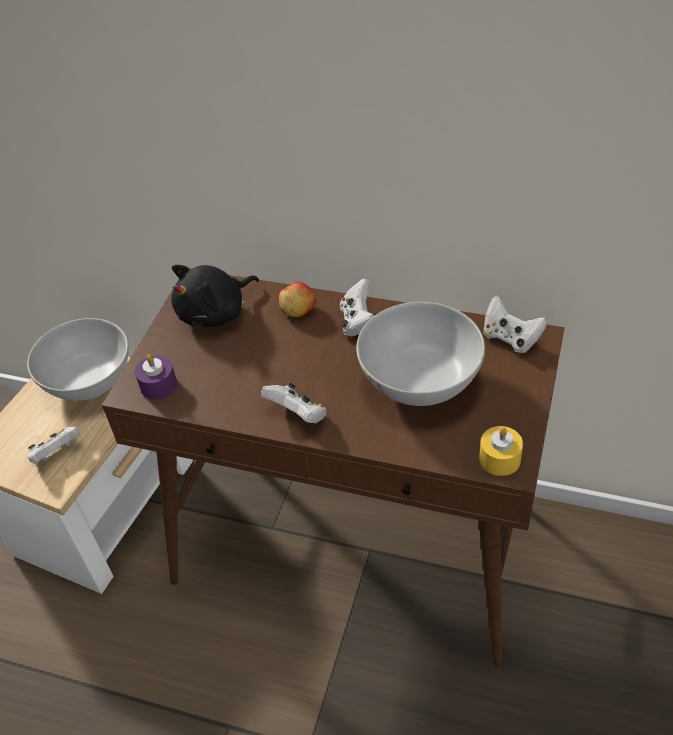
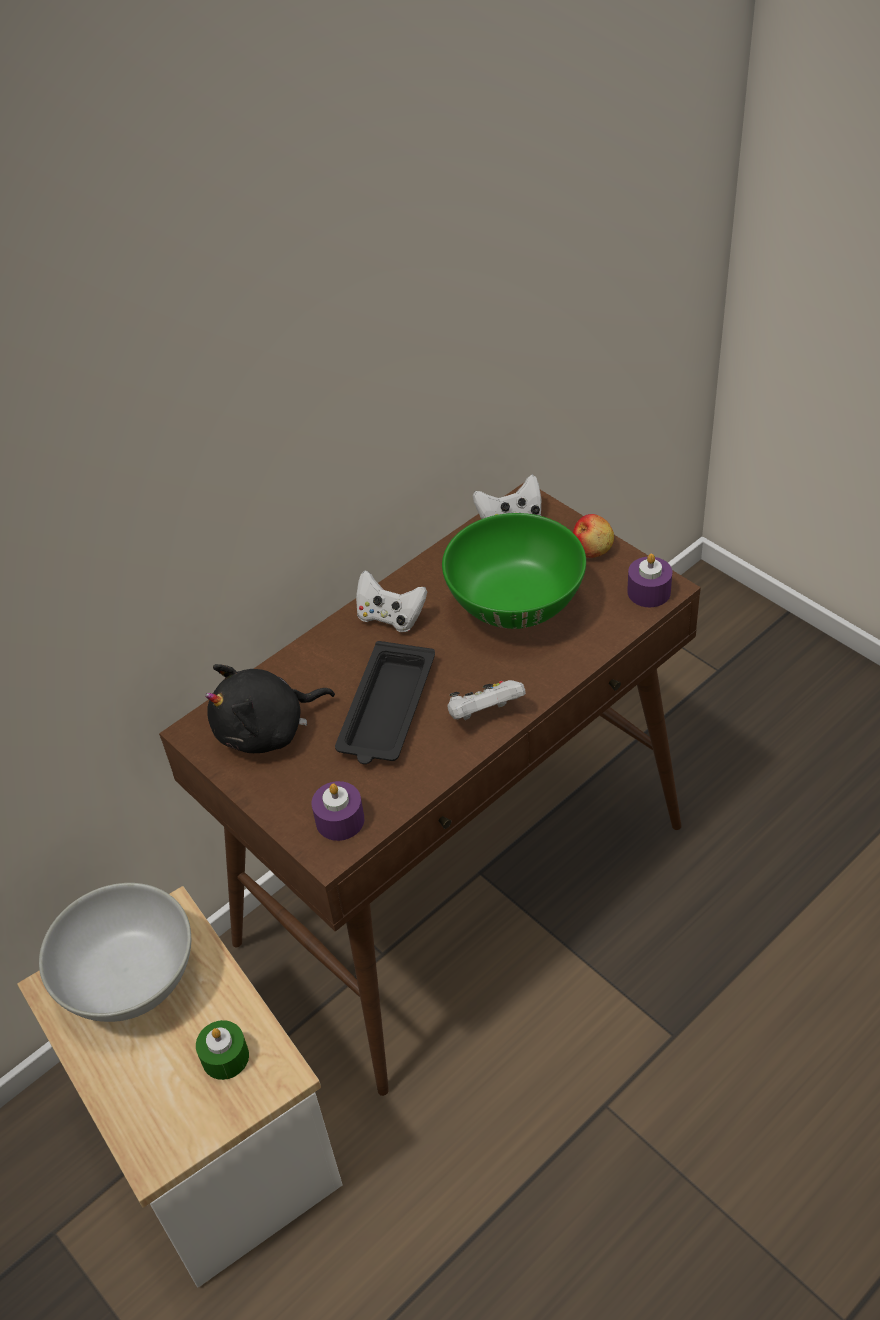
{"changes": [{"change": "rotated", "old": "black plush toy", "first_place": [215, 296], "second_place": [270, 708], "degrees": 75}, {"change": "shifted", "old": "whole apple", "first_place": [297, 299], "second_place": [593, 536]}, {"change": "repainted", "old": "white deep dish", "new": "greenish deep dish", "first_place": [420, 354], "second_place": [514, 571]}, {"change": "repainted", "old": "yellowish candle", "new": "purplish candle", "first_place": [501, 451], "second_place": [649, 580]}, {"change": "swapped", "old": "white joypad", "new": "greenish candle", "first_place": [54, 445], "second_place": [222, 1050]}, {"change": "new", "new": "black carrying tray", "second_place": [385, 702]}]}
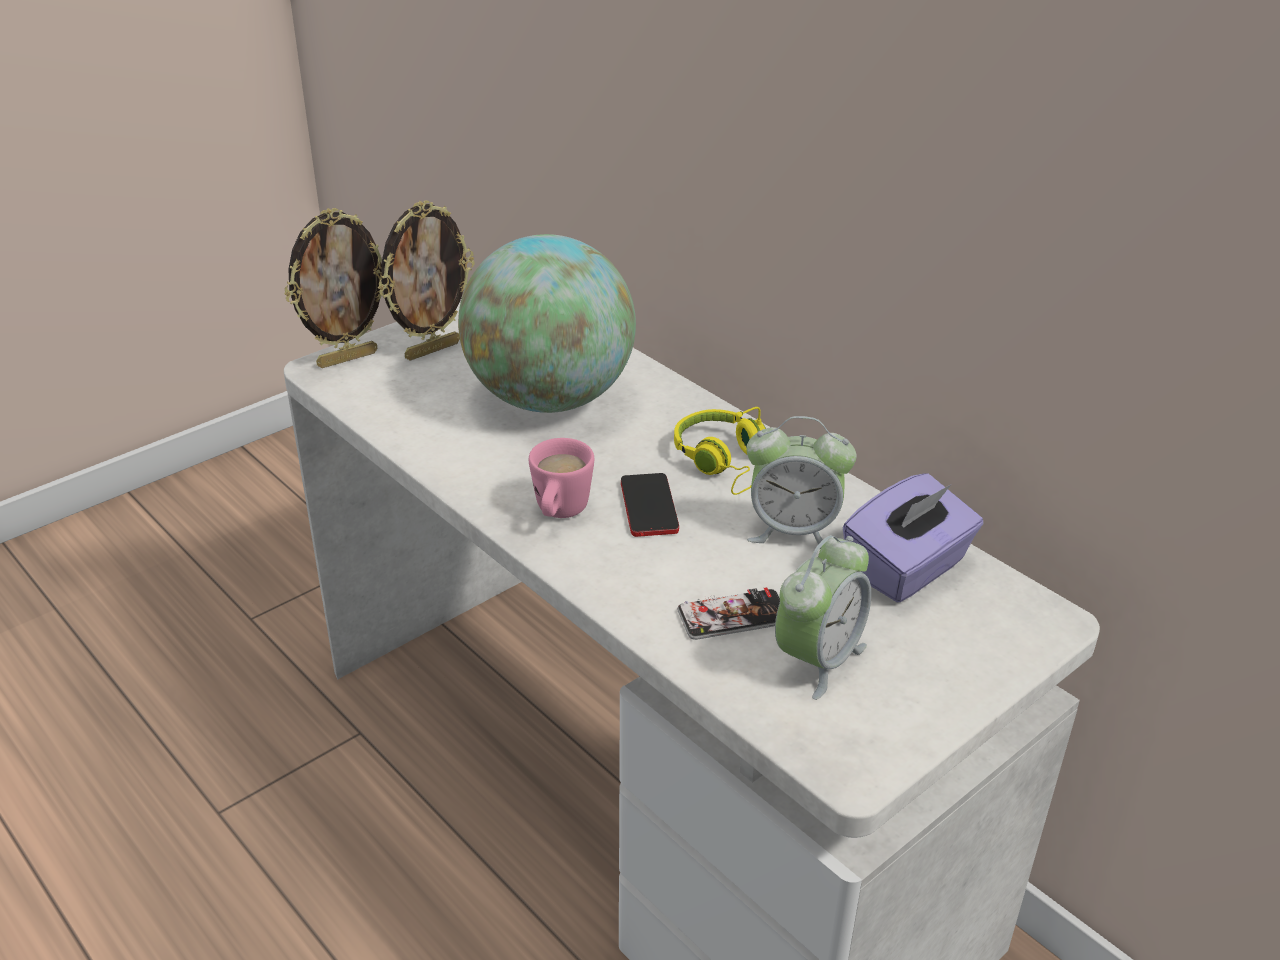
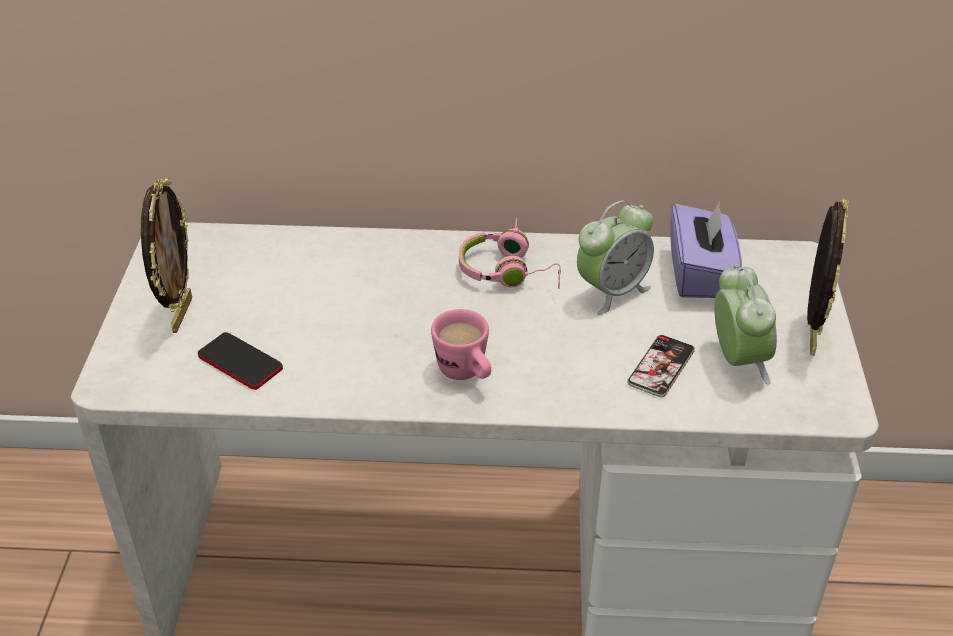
{"changes": [{"change": "shifted", "old": "picture frame", "first_place": [334, 288], "second_place": [828, 277]}, {"change": "gone", "old": "desk globe", "first_place": [547, 323]}, {"change": "repainted", "old": "yellowish headphones", "new": "pink headphones", "first_place": [720, 451], "second_place": [510, 253]}, {"change": "shifted", "old": "phone", "first_place": [650, 505], "second_place": [240, 361]}]}
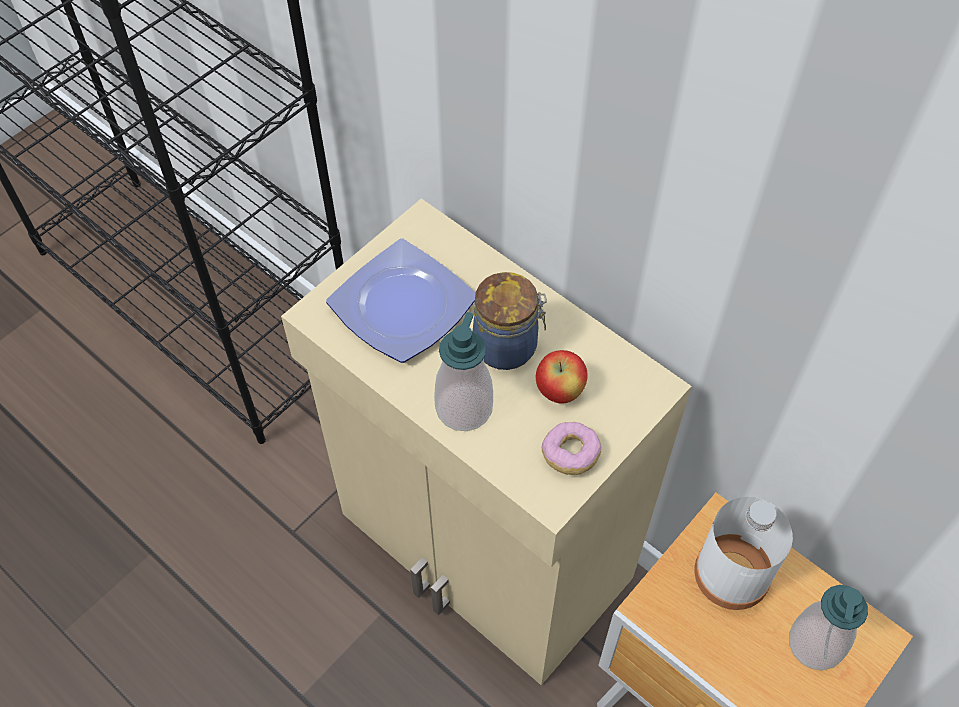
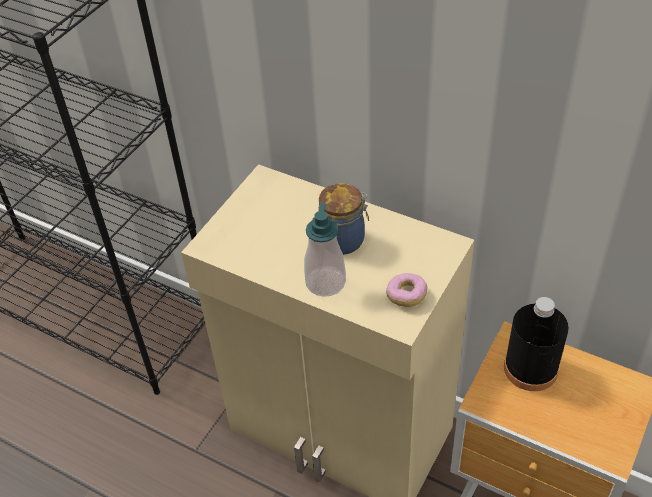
{"changes": [{"change": "gone", "old": "dinner plate", "first_place": [401, 300]}, {"change": "gone", "old": "whole apple", "first_place": [562, 377]}, {"change": "repainted", "old": "white beverage bottle", "new": "black beverage bottle", "first_place": [743, 553], "second_place": [536, 344]}, {"change": "gone", "old": "liquid soap bottle", "first_place": [828, 628]}]}
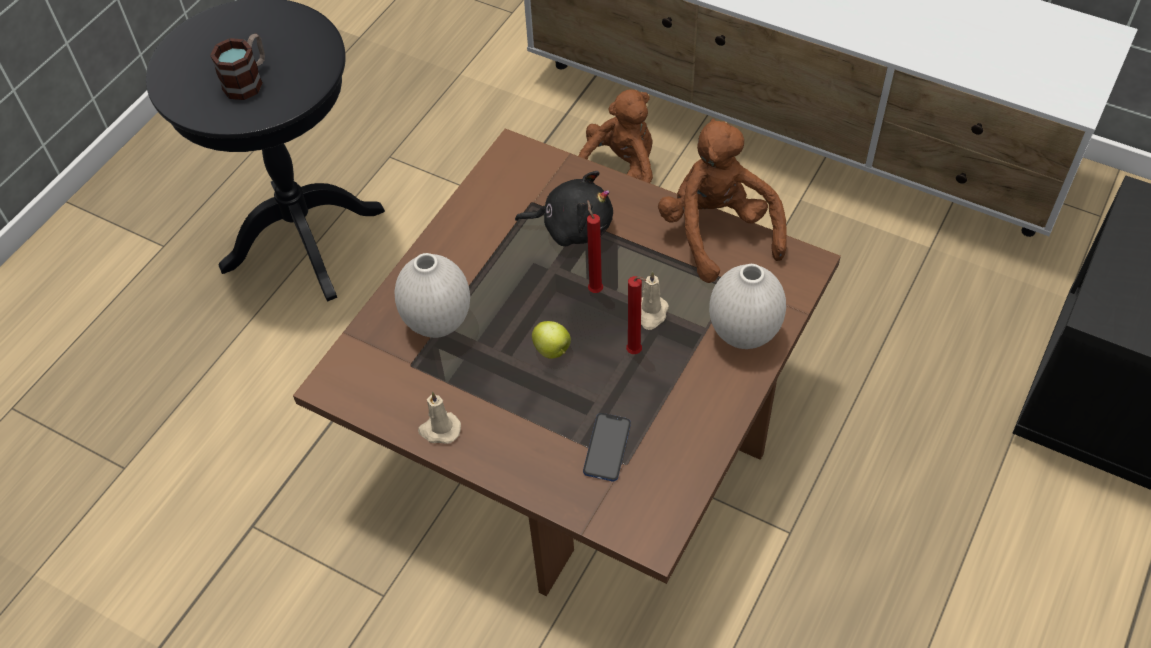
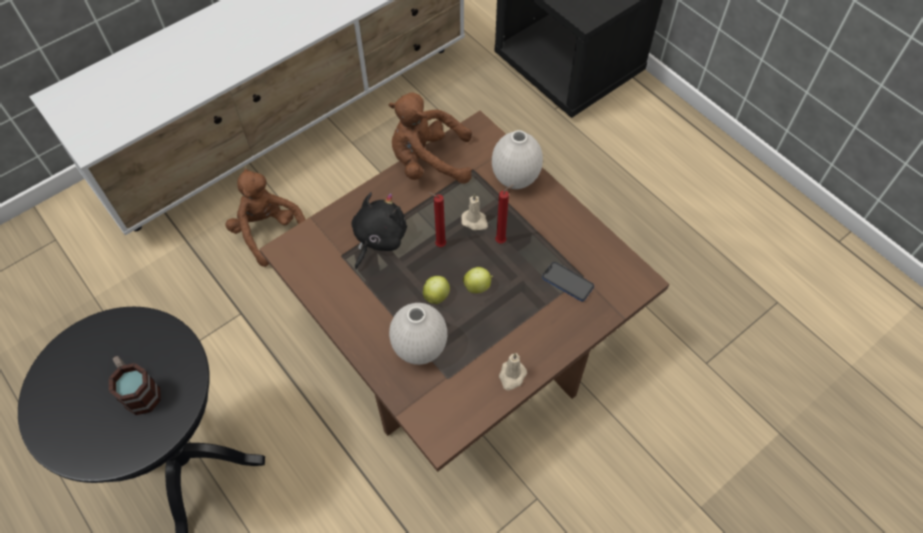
{"changes": [{"change": "new", "new": "whole apple", "second_place": [436, 290]}]}
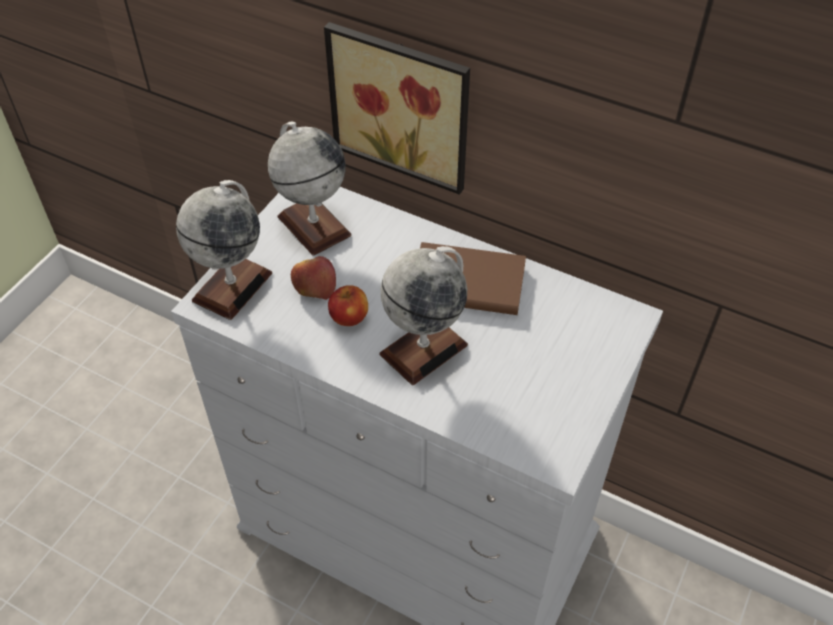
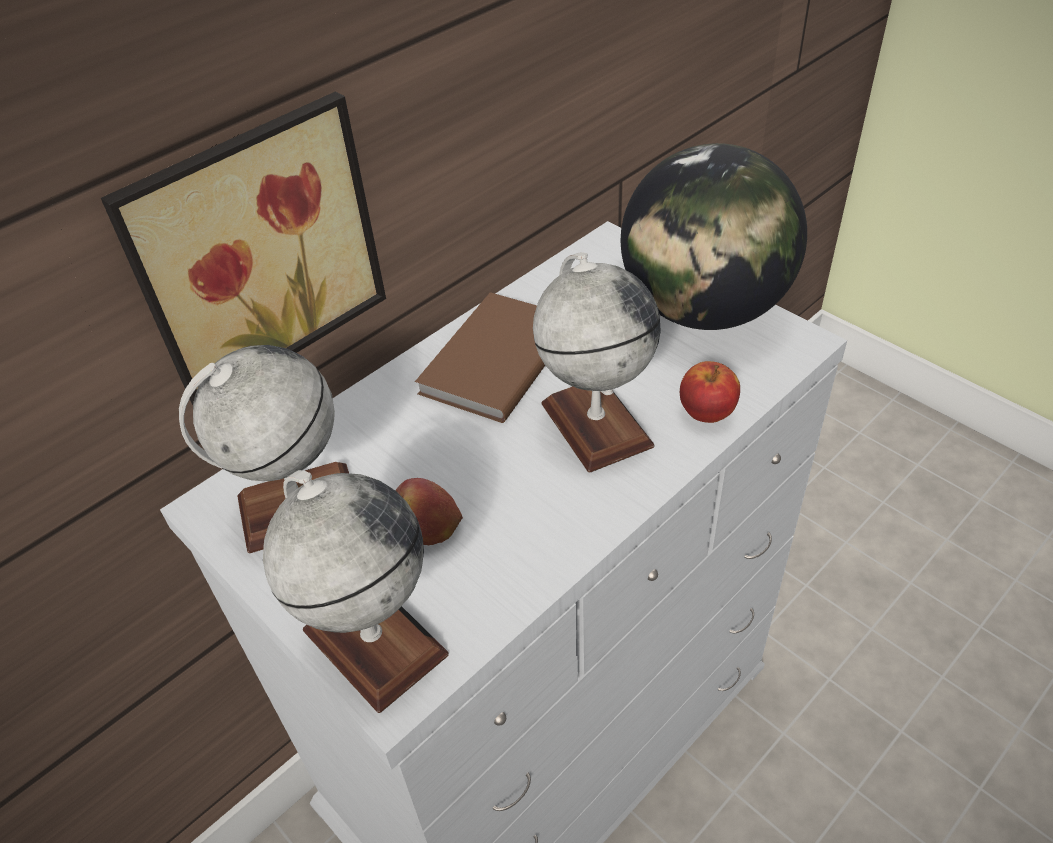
{"changes": [{"change": "shifted", "old": "whole apple", "first_place": [348, 305], "second_place": [710, 392]}, {"change": "new", "new": "desk globe", "second_place": [714, 236]}]}
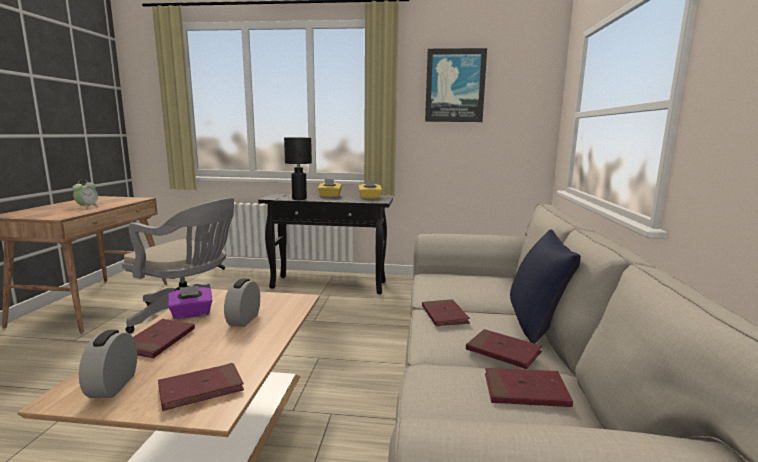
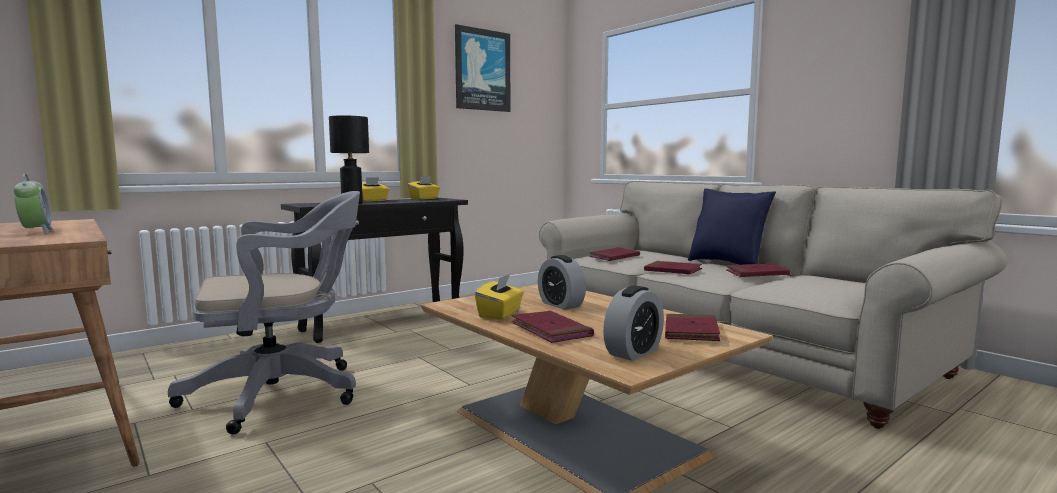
{"changes": [{"change": "repainted", "old": "purplish box of tissues", "new": "yellowish box of tissues", "first_place": [190, 302], "second_place": [499, 297]}, {"change": "rotated", "old": "alarm clock", "first_place": [108, 364], "second_place": [633, 323], "degrees": -90}, {"change": "shifted", "old": "red volume", "first_place": [529, 387], "second_place": [614, 254]}]}
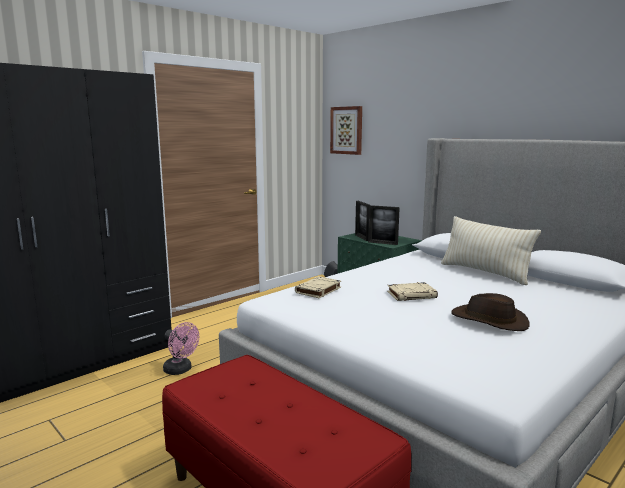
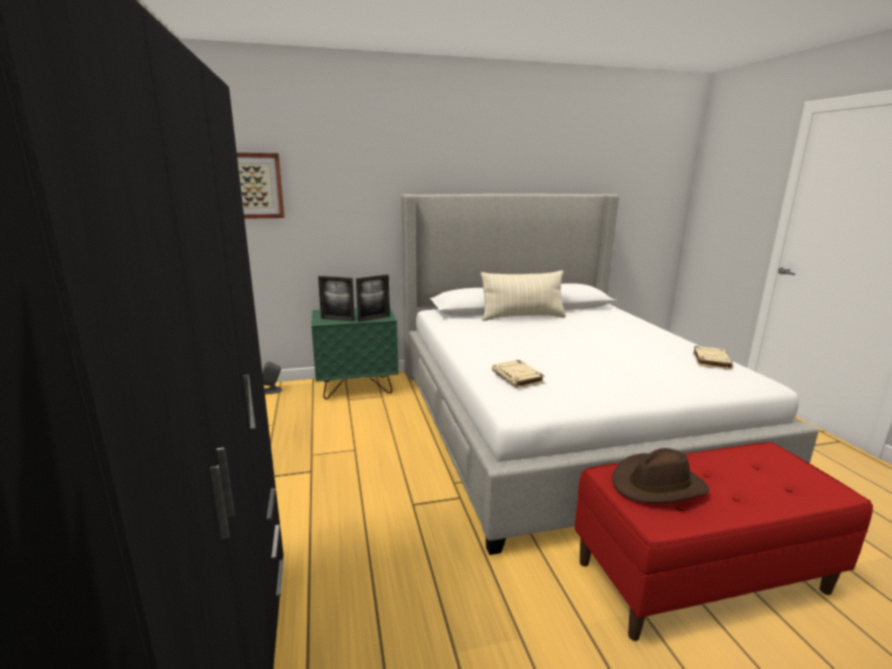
{"changes": [{"change": "shifted", "old": "beige-coloured volume", "first_place": [412, 291], "second_place": [713, 358]}, {"change": "shifted", "old": "brown-coloured hat", "first_place": [490, 312], "second_place": [660, 475]}, {"change": "gone", "old": "pink electric fan", "first_place": [181, 348]}]}
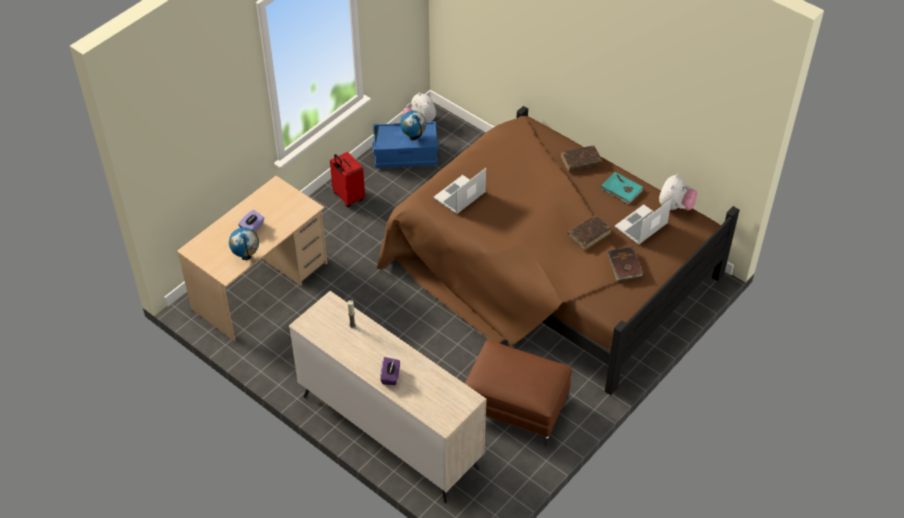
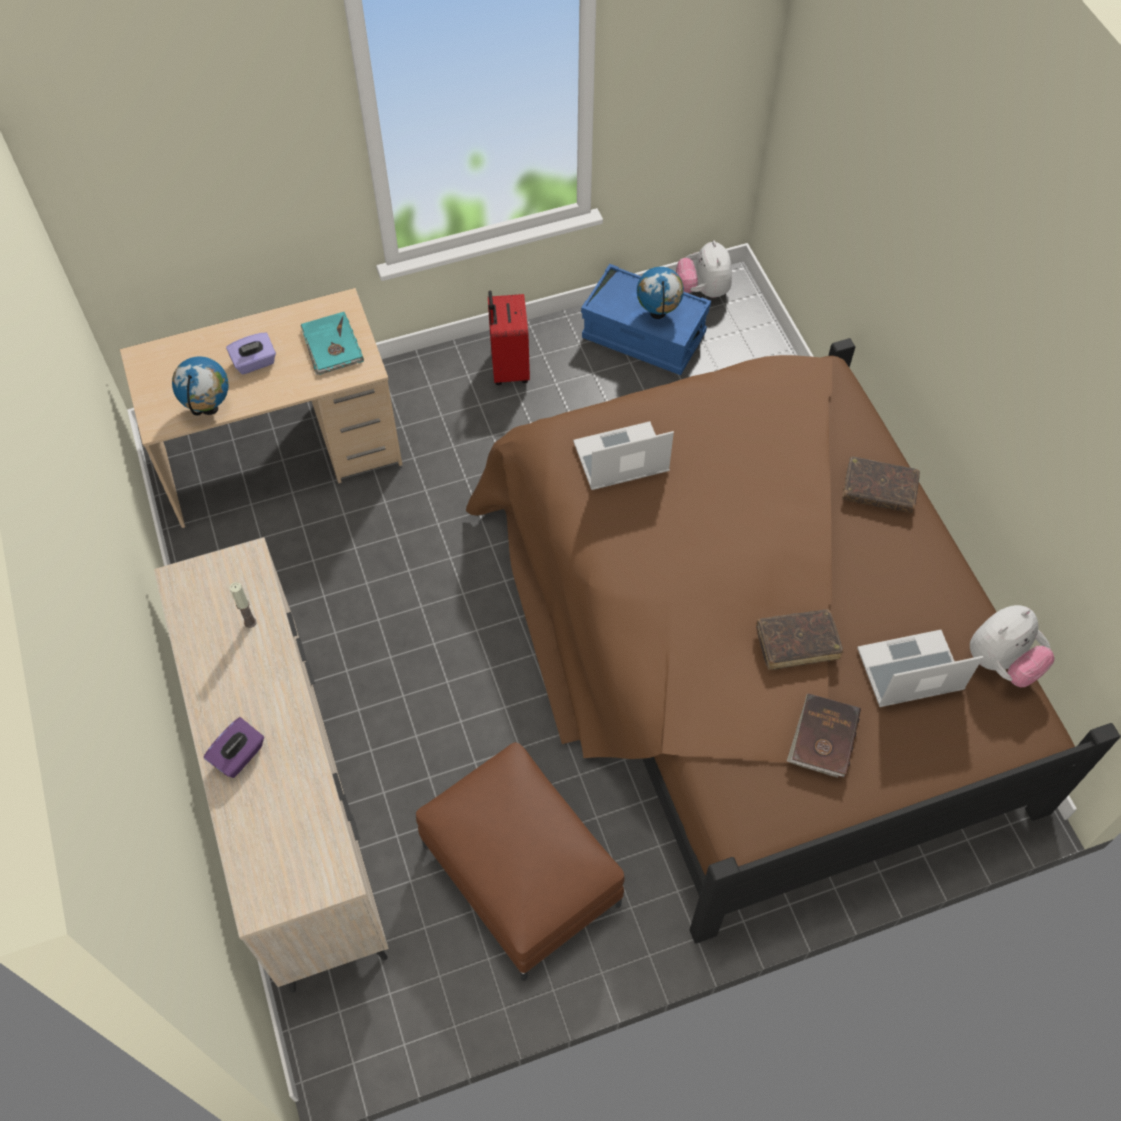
{"changes": [{"change": "shifted", "old": "blue-green volume", "first_place": [621, 188], "second_place": [332, 343]}]}
